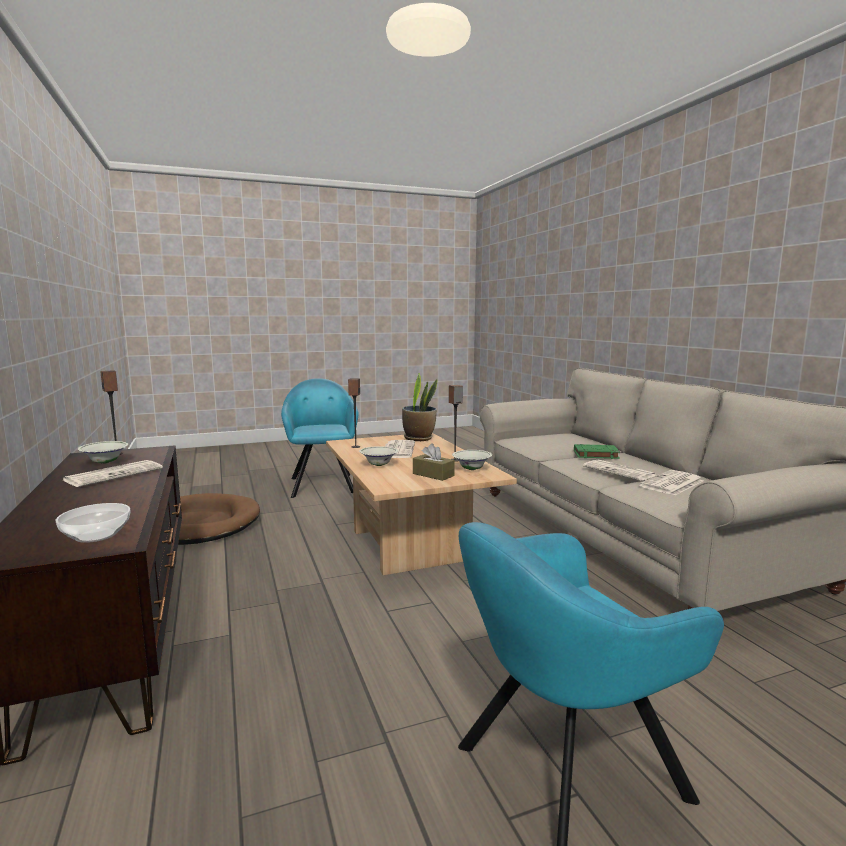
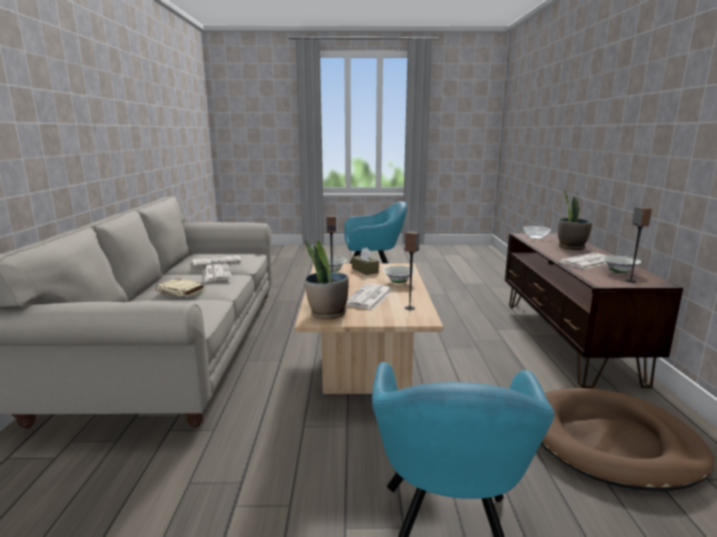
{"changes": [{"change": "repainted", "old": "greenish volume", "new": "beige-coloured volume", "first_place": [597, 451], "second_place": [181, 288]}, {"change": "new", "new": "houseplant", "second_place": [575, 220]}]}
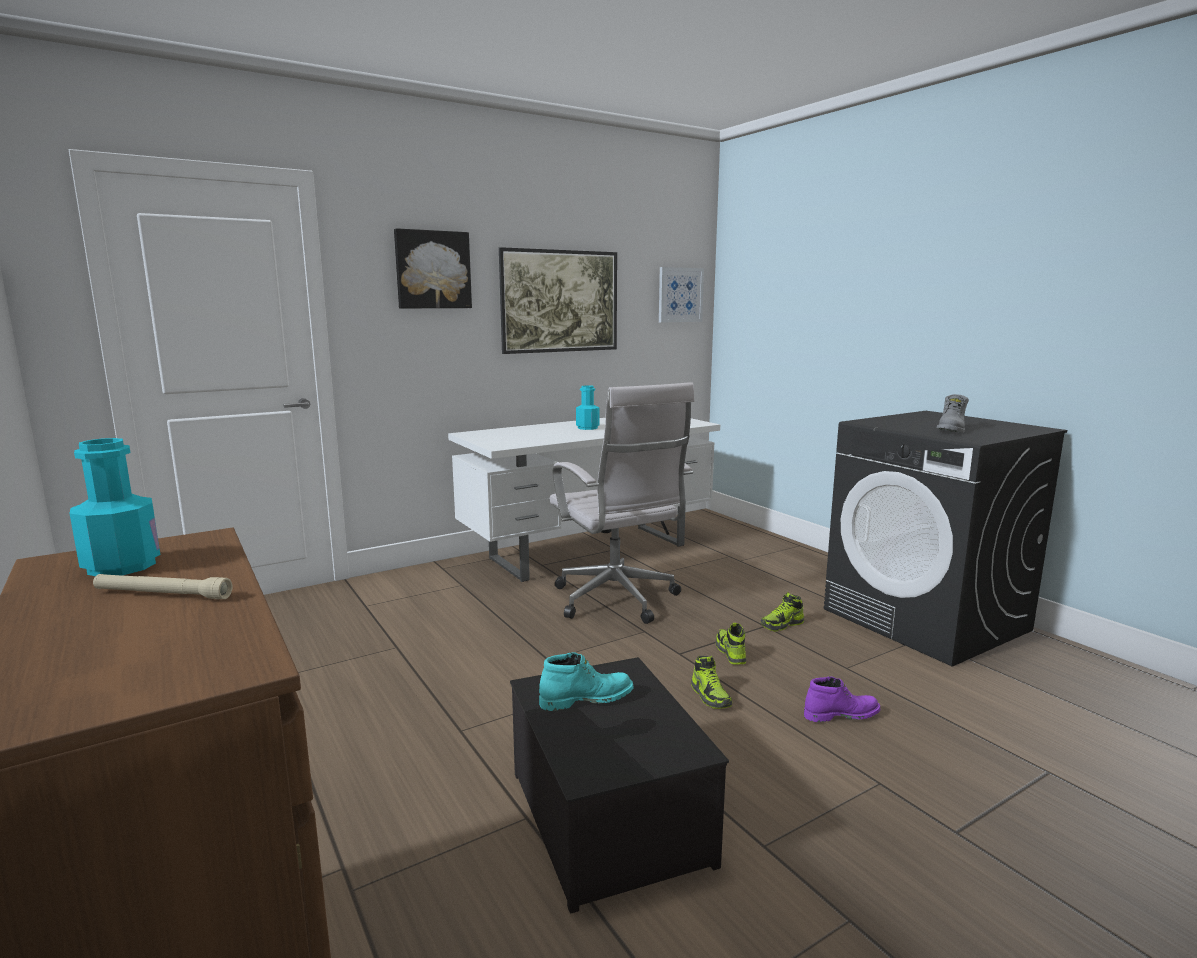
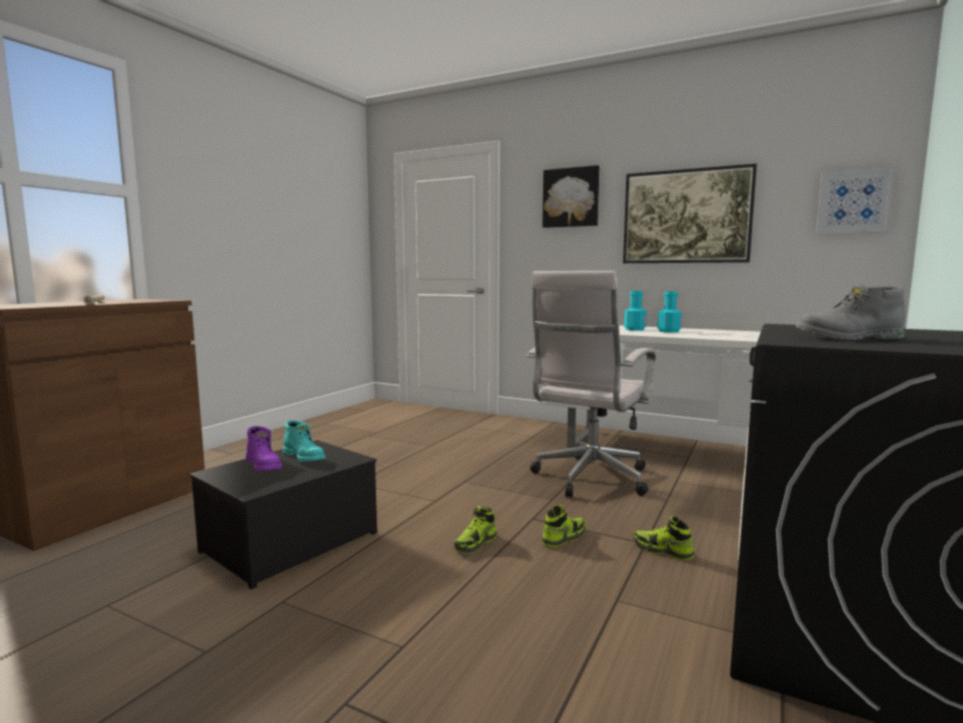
{"changes": [{"change": "shifted", "old": "blue-green beverage bottle", "first_place": [114, 507], "second_place": [635, 311]}, {"change": "shifted", "old": "purplish high-top boot", "first_place": [842, 699], "second_place": [264, 448]}]}
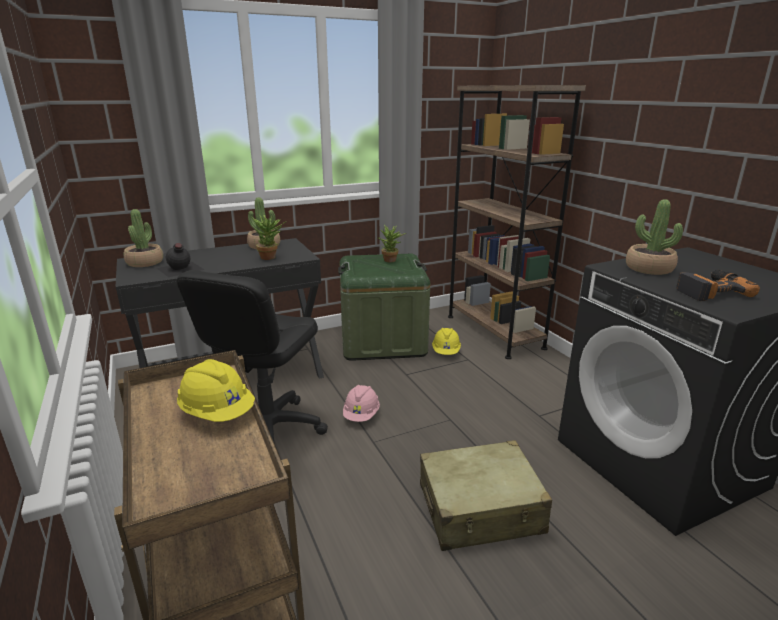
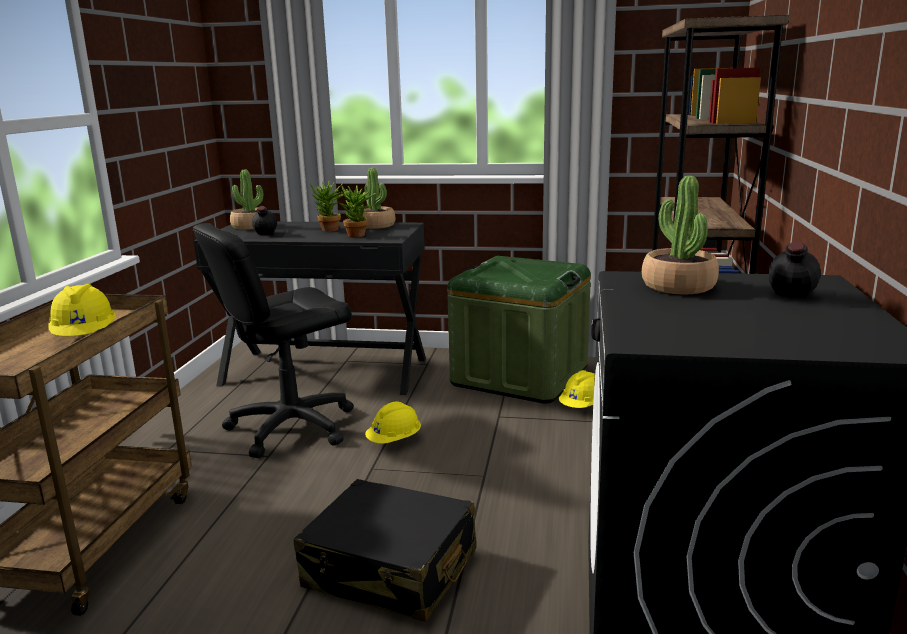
{"changes": [{"change": "shifted", "old": "houseplant", "first_place": [392, 243], "second_place": [326, 206]}, {"change": "gone", "old": "electric drill", "first_place": [718, 285]}, {"change": "repainted", "old": "pink hard hat", "new": "yellowish hard hat", "first_place": [361, 403], "second_place": [393, 422]}, {"change": "repainted", "old": "beige-coloured suitcase", "new": "black suitcase", "first_place": [486, 495], "second_place": [385, 550]}, {"change": "new", "new": "black beverage bottle", "second_place": [790, 276]}]}
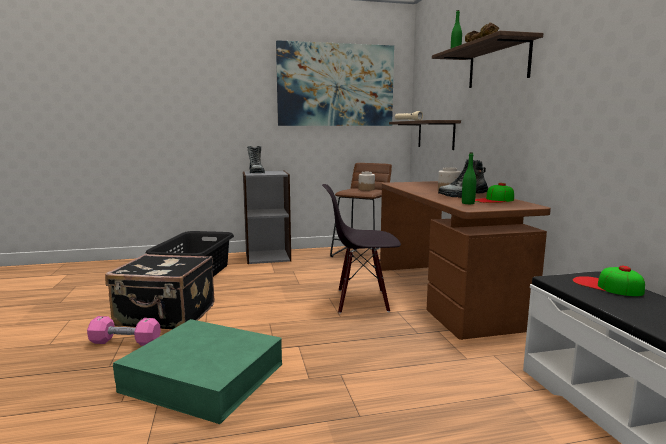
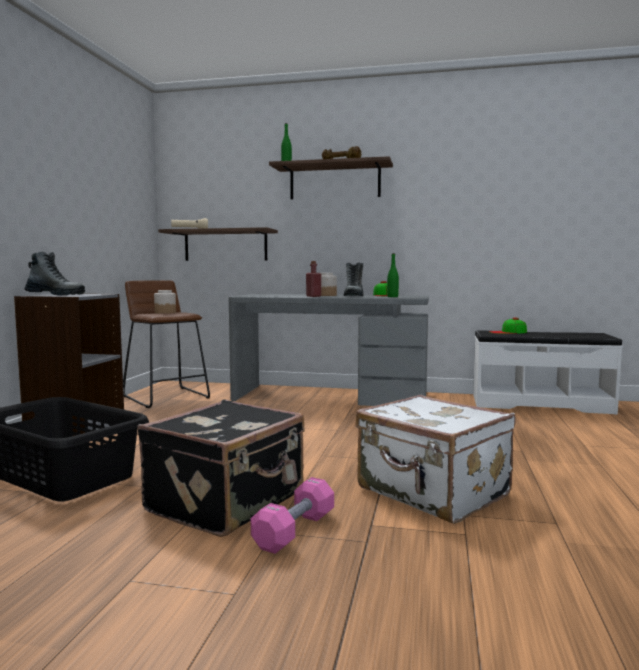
{"changes": [{"change": "gone", "old": "wall art", "first_place": [335, 83]}, {"change": "repainted", "old": "brown-coloured desk table", "new": "gray desk table", "first_place": [465, 260], "second_place": [329, 350]}, {"change": "gone", "old": "black chair", "first_place": [361, 249]}, {"change": "swapped", "old": "greenish storage container", "new": "white suitcase", "first_place": [197, 371], "second_place": [436, 459]}, {"change": "new", "new": "red beverage bottle", "second_place": [313, 279]}]}
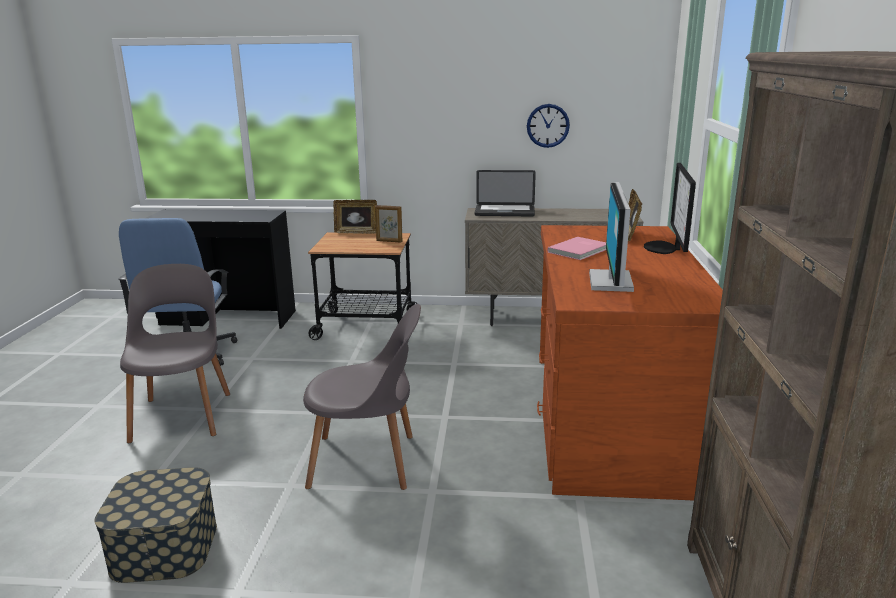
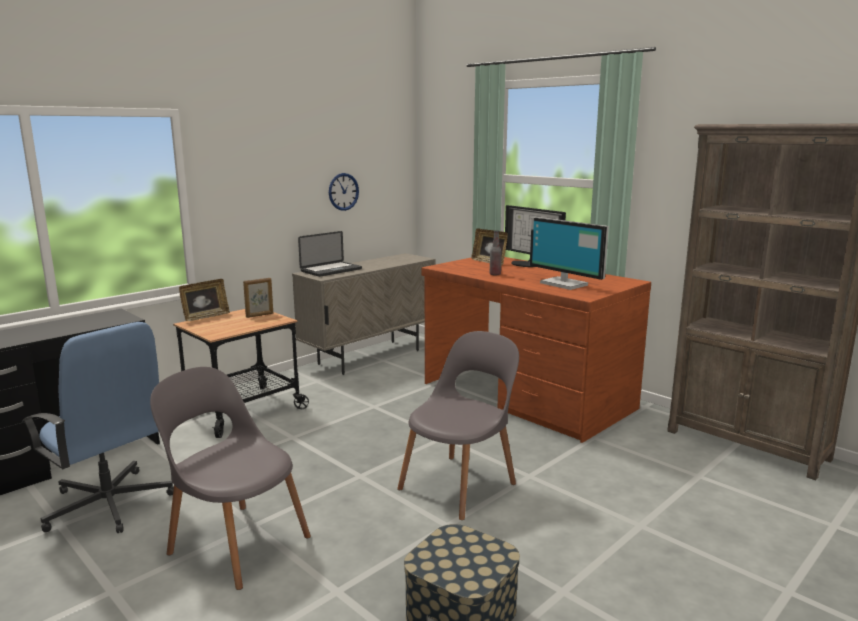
{"changes": [{"change": "swapped", "old": "pink volume", "new": "beverage bottle", "first_place": [576, 248], "second_place": [496, 253]}]}
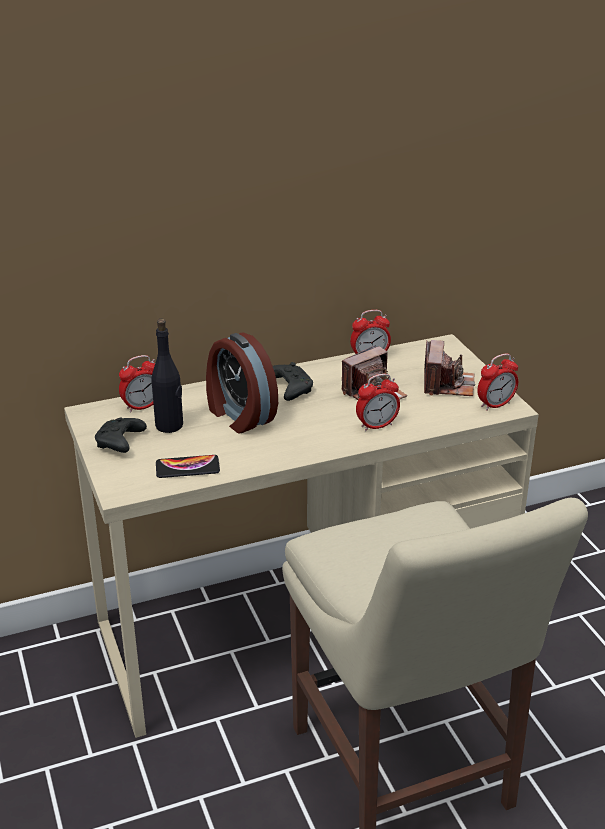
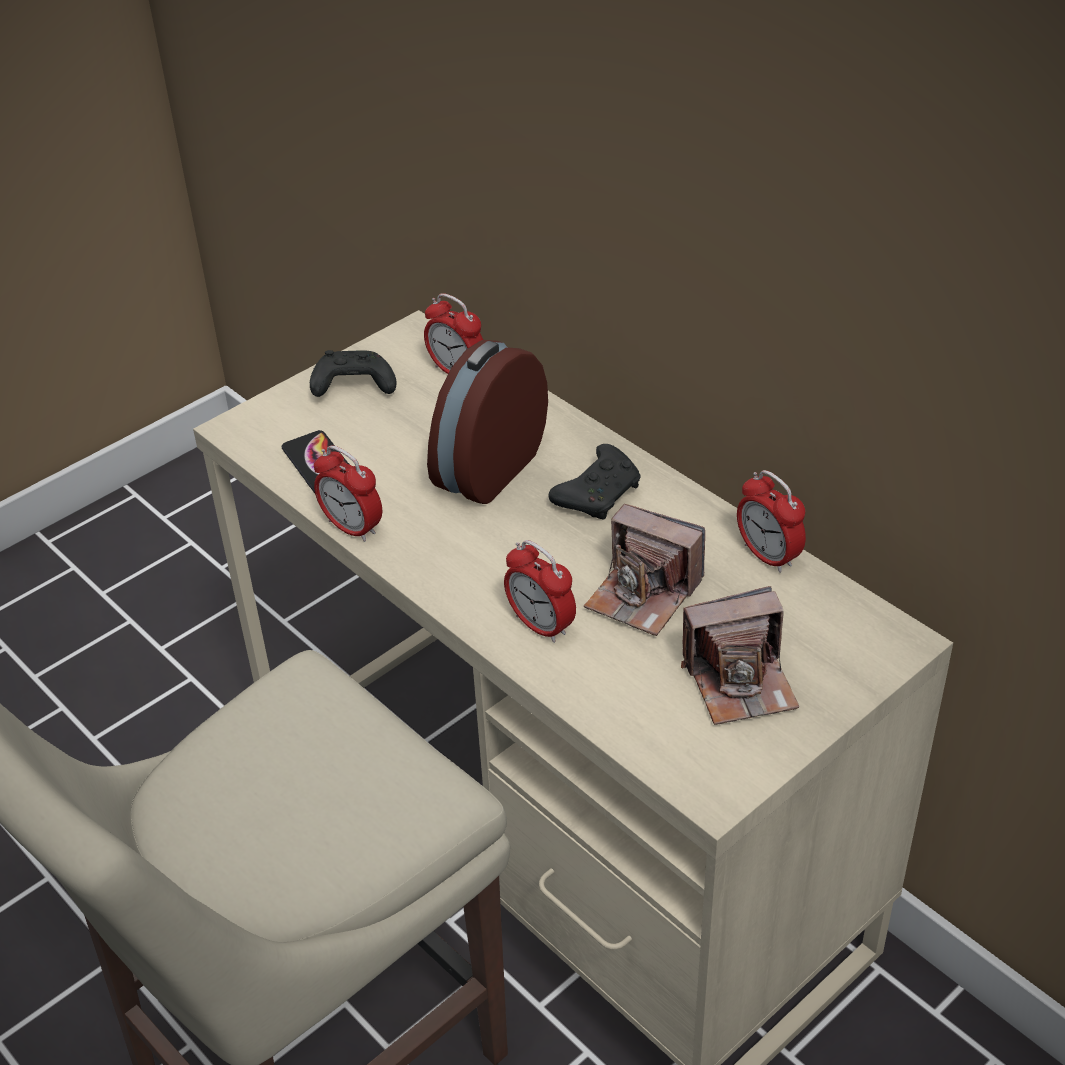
{"changes": [{"change": "gone", "old": "black beverage bottle", "first_place": [167, 376]}, {"change": "shifted", "old": "alarm clock", "first_place": [497, 382], "second_place": [348, 493]}]}
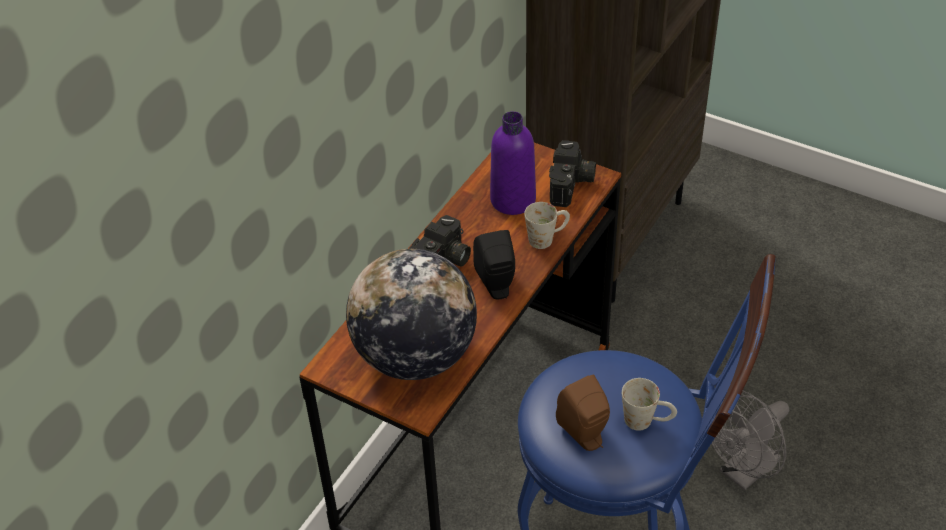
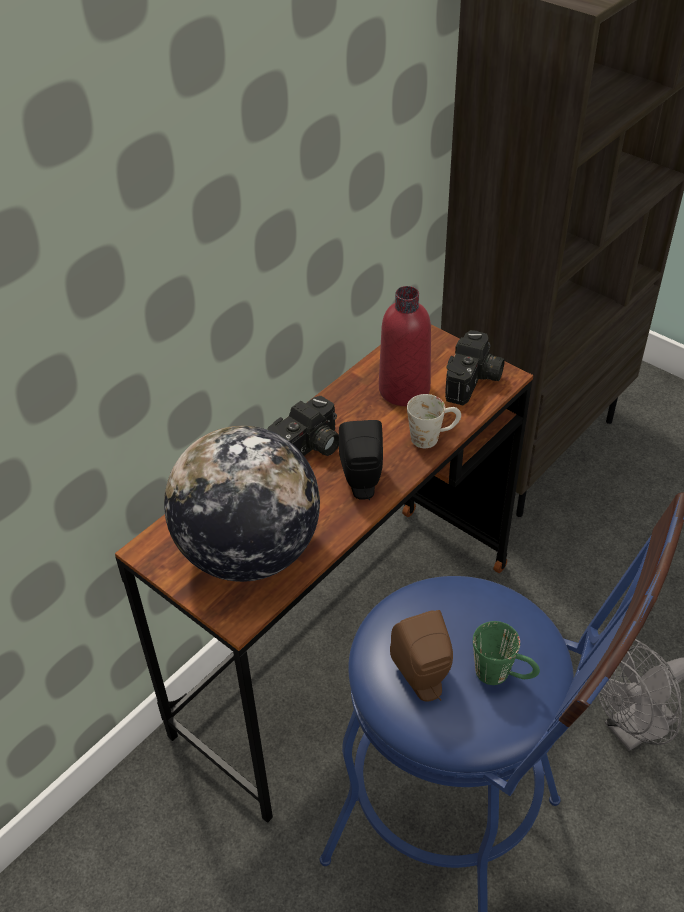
{"changes": [{"change": "repainted", "old": "purplish beverage bottle", "new": "red beverage bottle", "first_place": [513, 163], "second_place": [405, 346]}, {"change": "repainted", "old": "white mug", "new": "greenish mug", "first_place": [649, 404], "second_place": [506, 653]}]}
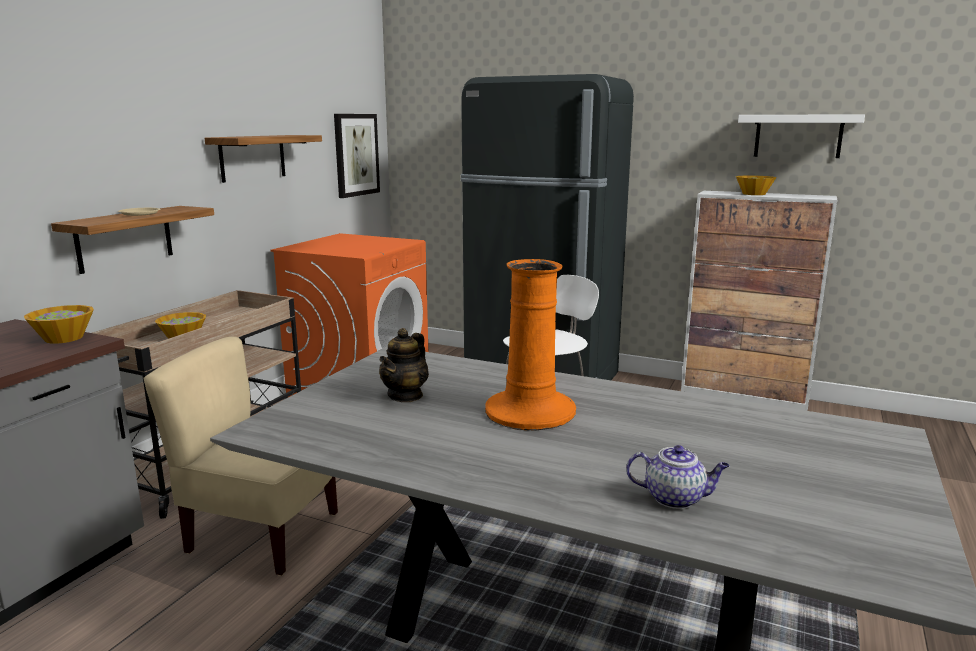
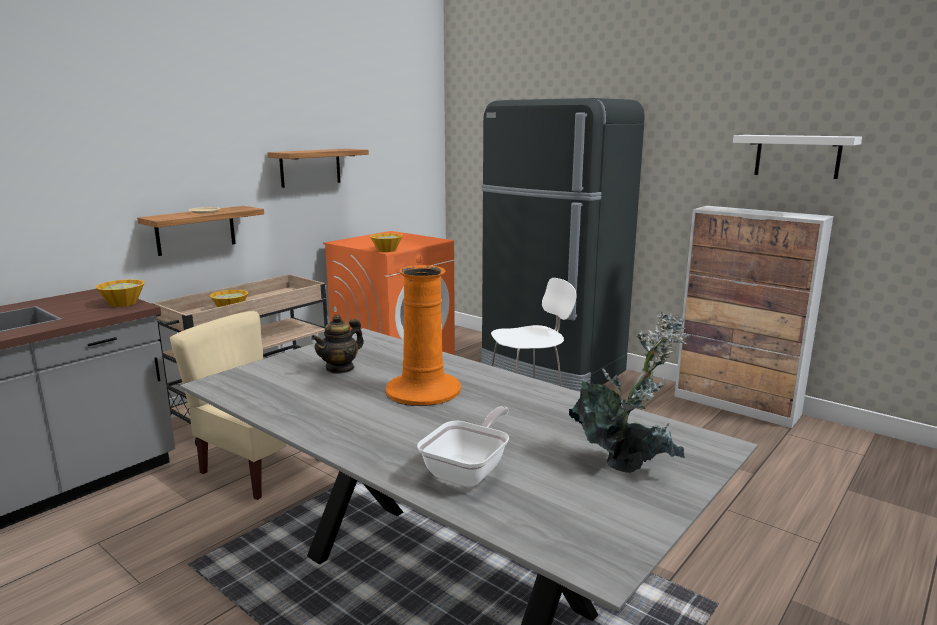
{"changes": [{"change": "gone", "old": "wall art", "first_place": [357, 156]}, {"change": "shifted", "old": "deep dish", "first_place": [756, 185], "second_place": [386, 242]}, {"change": "swapped", "old": "teapot", "new": "frying pan", "first_place": [678, 477], "second_place": [463, 446]}, {"change": "new", "new": "houseplant", "second_place": [629, 392]}]}
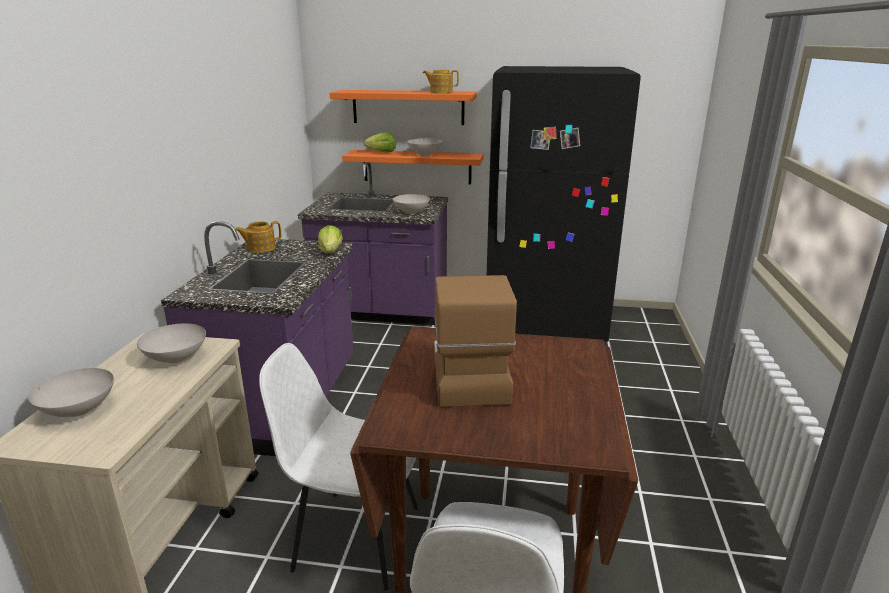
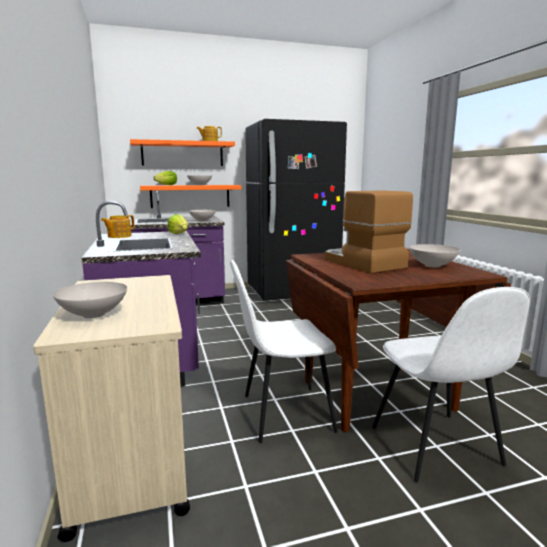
{"changes": [{"change": "shifted", "old": "white deep dish", "first_place": [171, 343], "second_place": [435, 255]}]}
